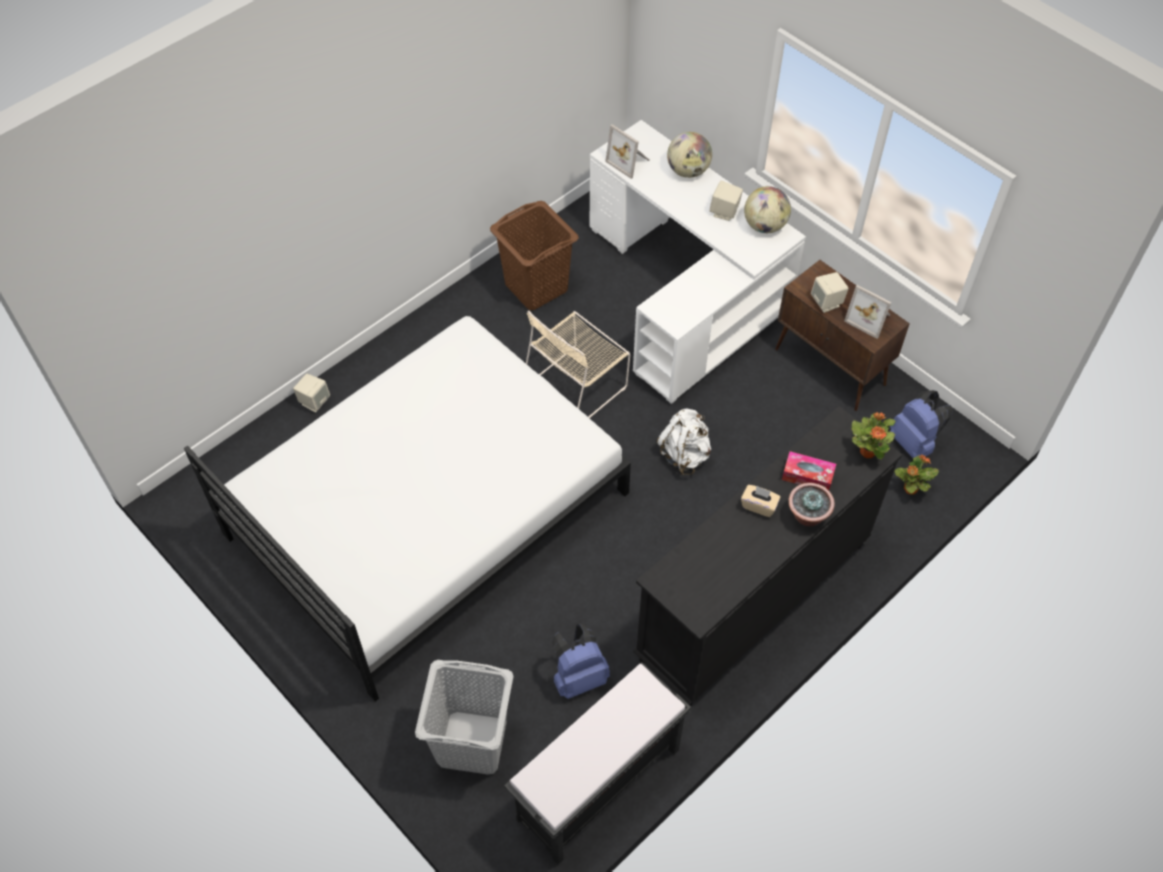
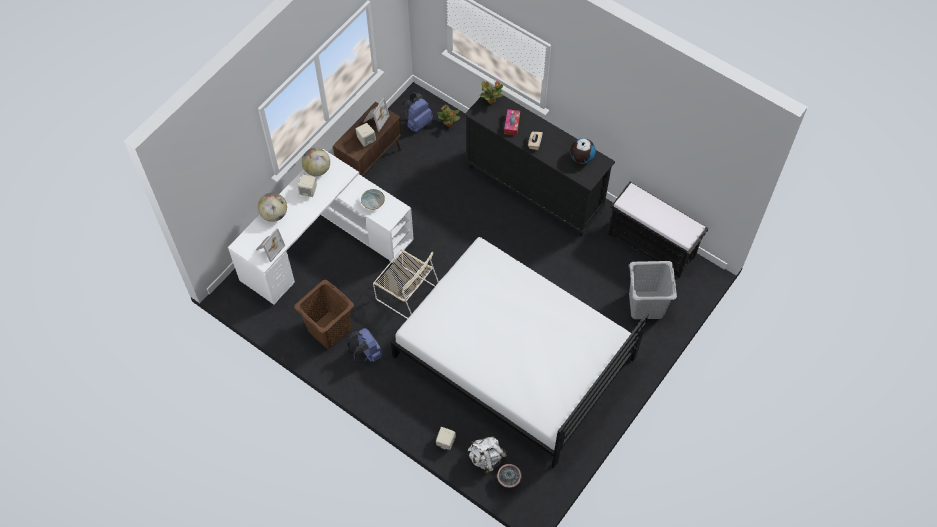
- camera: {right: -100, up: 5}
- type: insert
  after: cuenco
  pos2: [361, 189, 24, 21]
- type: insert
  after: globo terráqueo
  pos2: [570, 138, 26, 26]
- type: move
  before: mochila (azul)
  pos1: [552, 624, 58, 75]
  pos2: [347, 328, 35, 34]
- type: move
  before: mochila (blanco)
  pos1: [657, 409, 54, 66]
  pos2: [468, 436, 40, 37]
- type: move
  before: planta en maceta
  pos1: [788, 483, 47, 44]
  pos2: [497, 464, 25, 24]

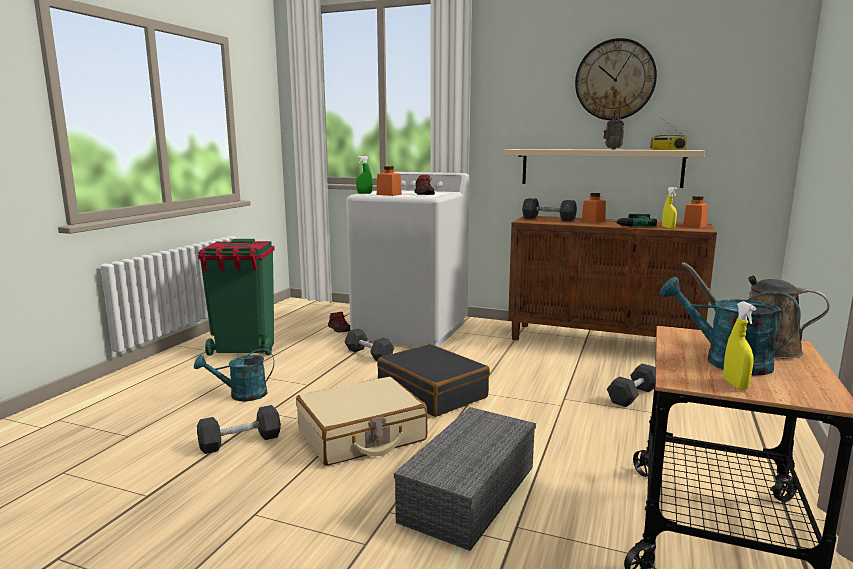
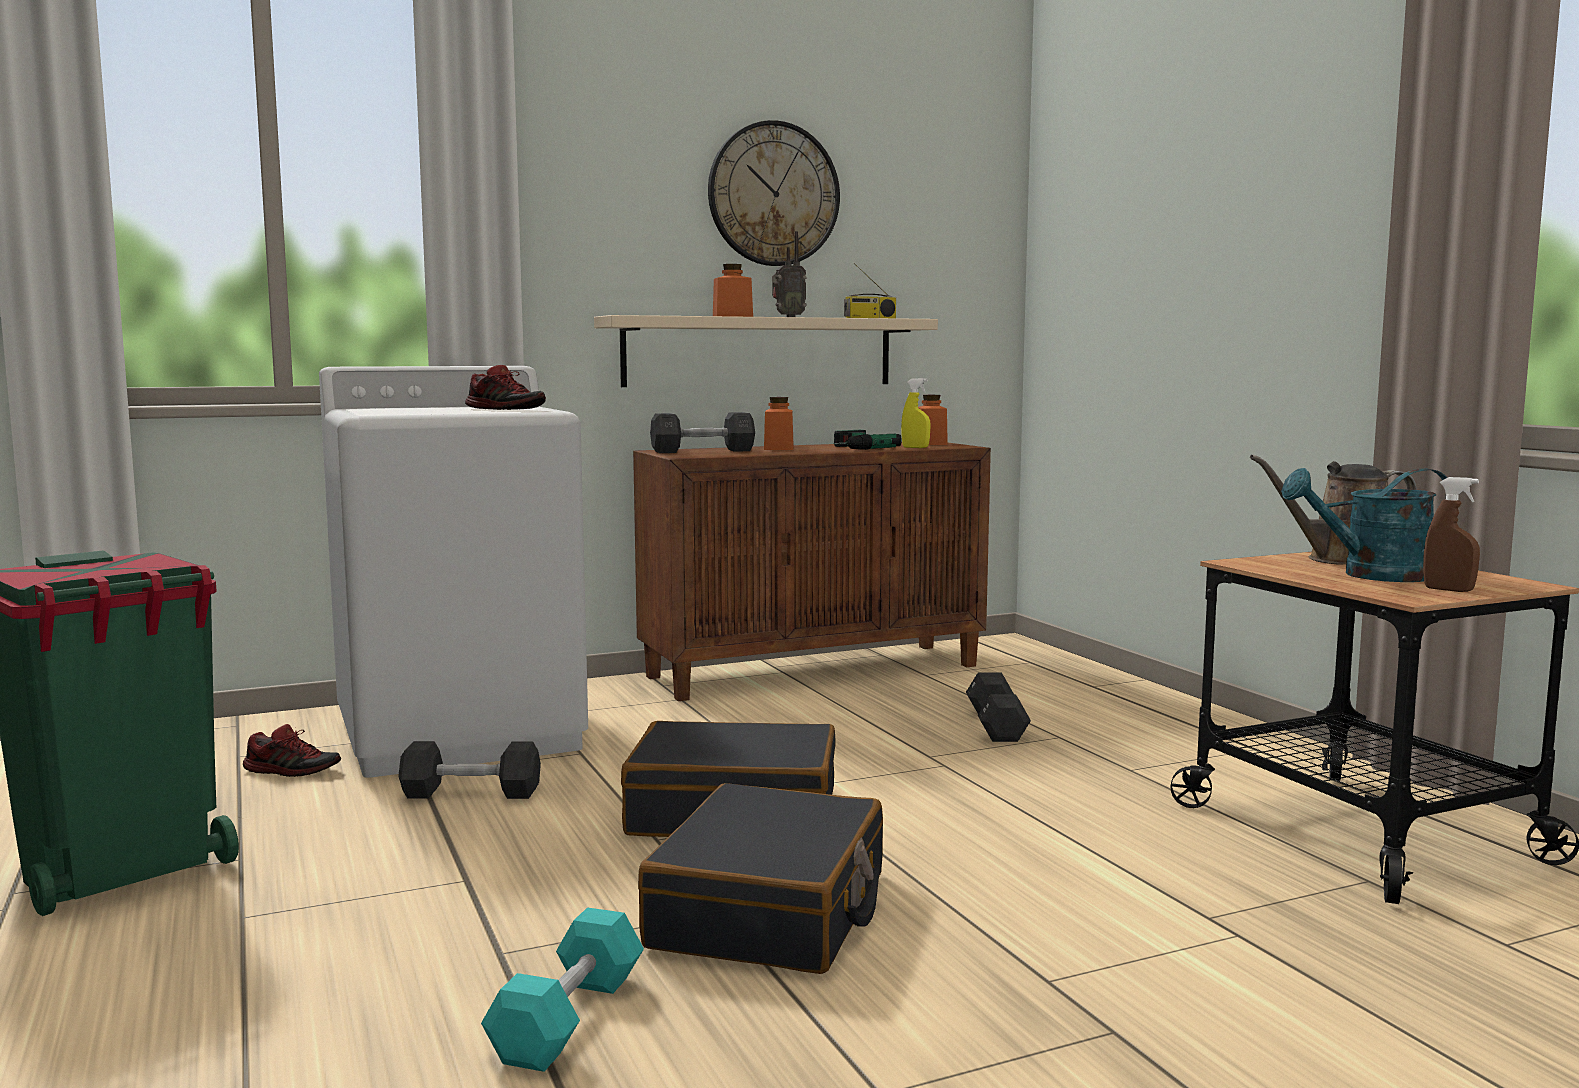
- camera: {right: -45, up: -5}
- type: delete
  before: regadera (turquesa)
  pos1: [194, 348, 80, 53]
- type: delete
  before: pulverizador (verde)
  pos1: [356, 156, 17, 38]
- type: delete
  before: caja de almacenaje (gris)
  pos1: [394, 407, 142, 144]
- type: move
  before: tarro (naranja)
  pos1: [377, 166, 25, 30]
  pos2: [713, 264, 40, 53]
- type: recolor
  before: mancuerna (negro)
  after: mancuerna (turquesa)
  pos1: [197, 405, 84, 49]
  pos2: [481, 907, 163, 165]
- type: recolor
  before: maleta (beis)
  after: maleta (negro)
  pos1: [296, 377, 132, 89]
  pos2: [638, 783, 245, 191]
- type: recolor
  before: pulverizador (amarillo)
  after: pulverizador (marrón)
  pos1: [723, 301, 33, 89]
  pos2: [1423, 477, 57, 115]

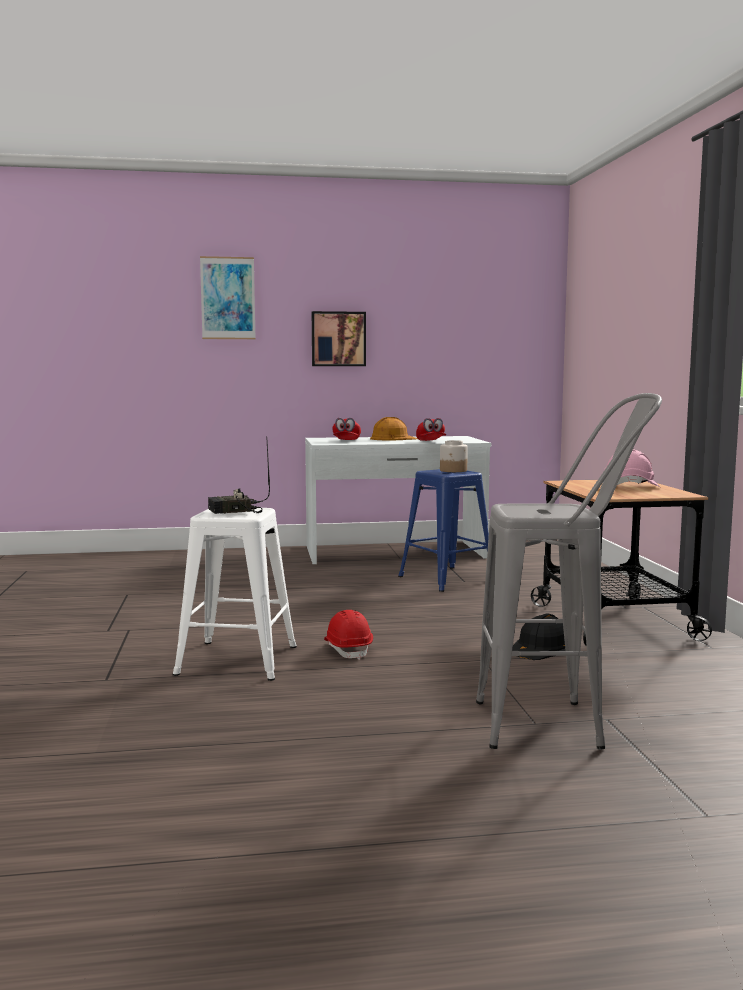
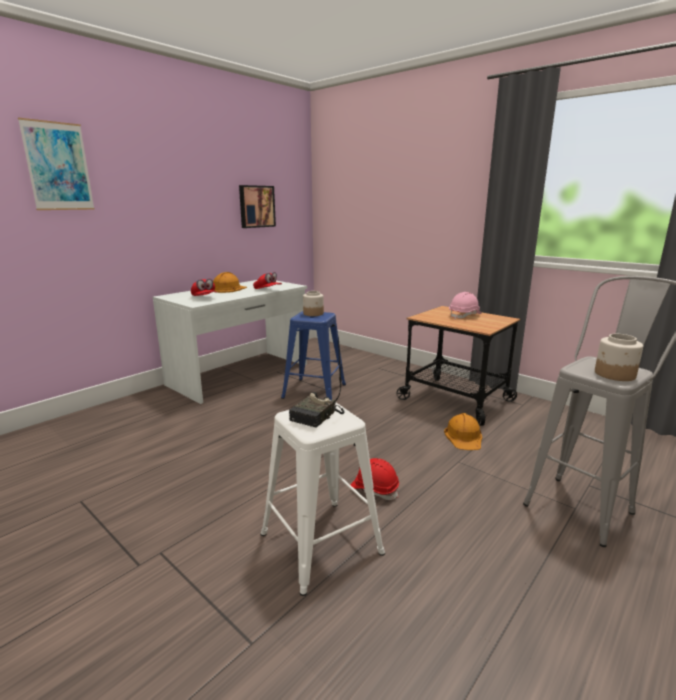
- camera: {right: -40, up: 10}
- type: insert
  after: tarro
  pos2: [595, 334, 48, 47]
- type: move
  before: cuadro
  pos1: [312, 311, 54, 55]
  pos2: [239, 185, 37, 43]
- type: recolor
  before: casco (negro)
  after: casco (naranja)
  pos1: [512, 613, 54, 47]
  pos2: [444, 413, 38, 37]

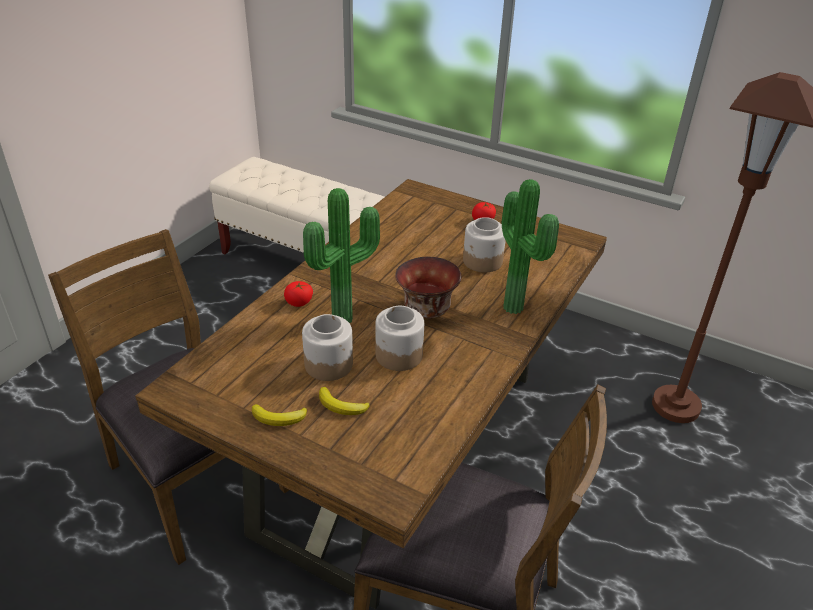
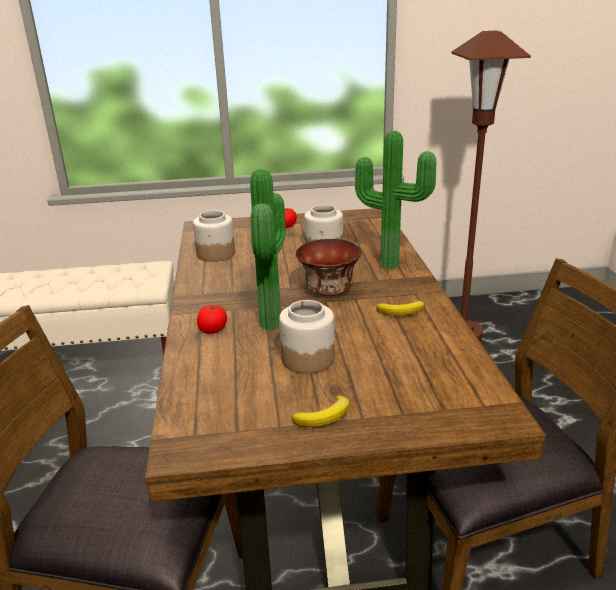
- camera: {right: -35, up: -10}
- type: move
  before: plátano
  pos1: [319, 387, 51, 28]
  pos2: [376, 301, 49, 14]
- type: move
  before: tarro
  pos1: [375, 306, 49, 65]
  pos2: [193, 210, 42, 52]

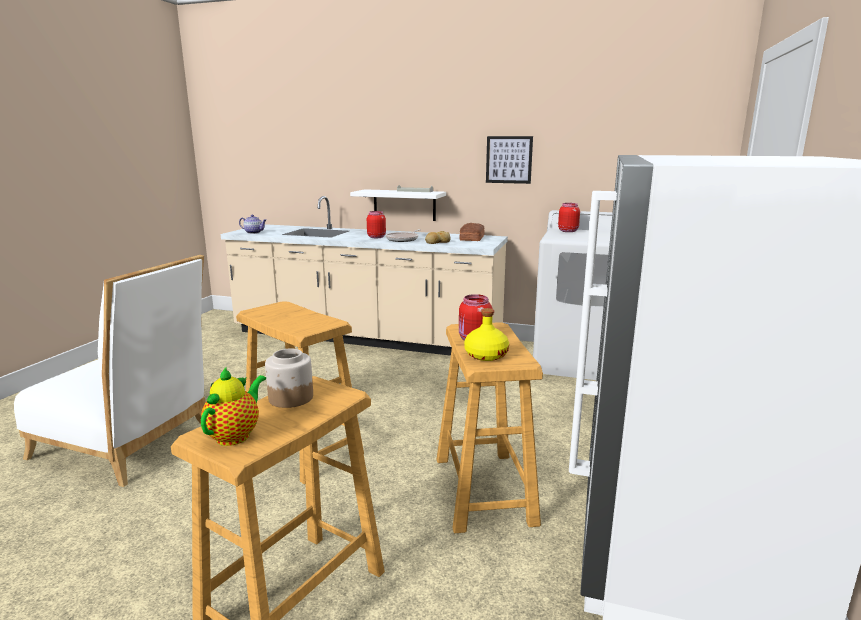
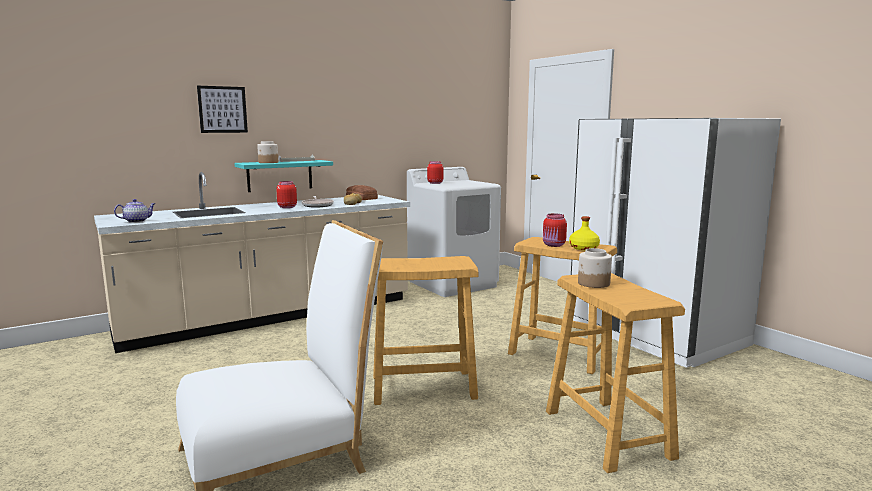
- camera: {right: -50, up: -5}
- type: delete
  before: tetera
  pos1: [201, 366, 65, 80]
- type: insert
  after: tarro
  pos2: [257, 141, 21, 22]
- type: move
  before: cuadro
  pos1: [486, 136, 47, 48]
  pos2: [197, 86, 51, 47]
- type: recolor
  before: estante (blanco)
  after: estante (turquesa)
  pos1: [350, 189, 96, 32]
  pos2: [235, 160, 98, 32]

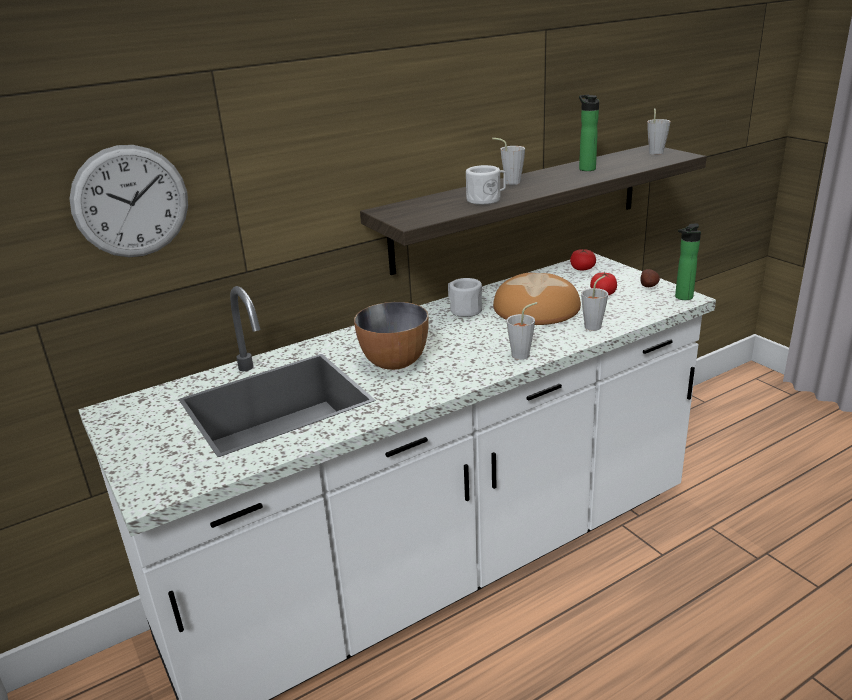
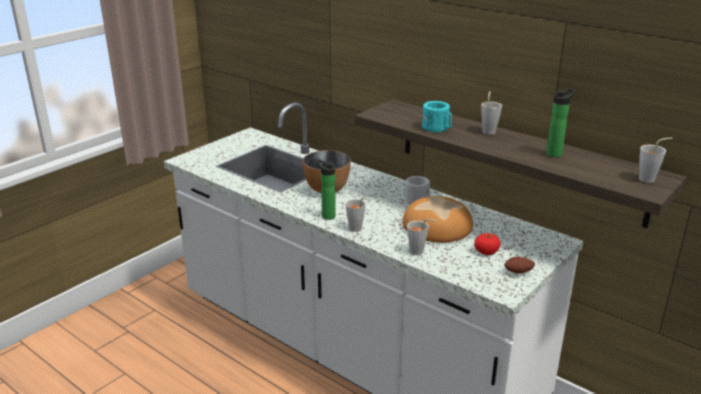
- camera: {right: 70, up: 0}
- type: delete
  before: reloj de pared
  pos1: [69, 145, 119, 112]
- type: delete
  before: tomate
  pos1: [570, 249, 26, 21]
- type: move
  before: botella
  pos1: [675, 223, 26, 77]
  pos2: [315, 160, 21, 60]
- type: recolor
  before: taza grande (blanco)
  after: taza grande (turquesa)
  pos1: [466, 165, 40, 40]
  pos2: [422, 101, 30, 31]

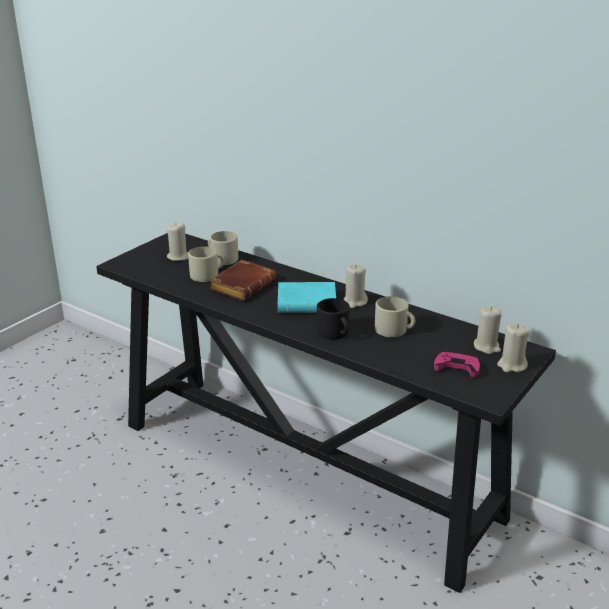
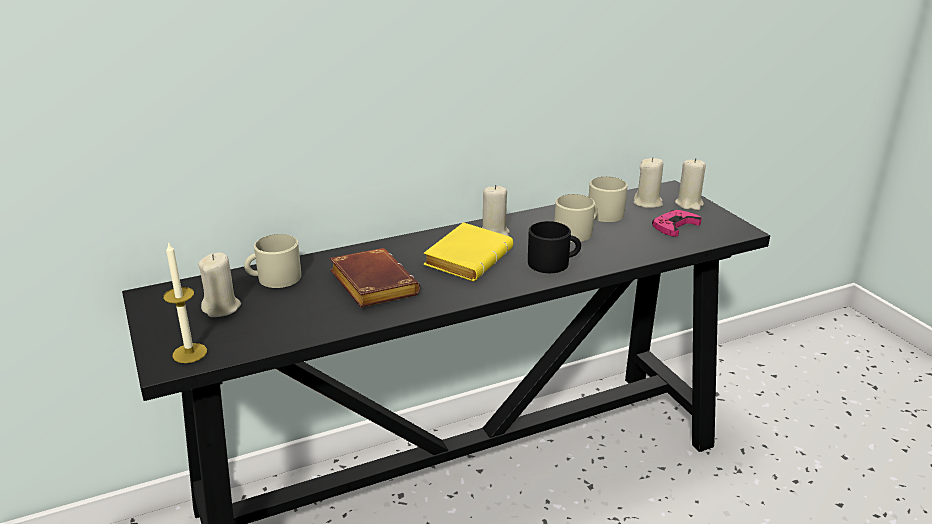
- camera: {right: -60, up: 0}
- type: insert
  after: vela
  pos2: [163, 241, 44, 122]
- type: move
  before: taza grande (beis)
  pos1: [188, 246, 37, 36]
  pos2: [589, 177, 38, 45]
- type: recolor
  before: libro (turquesa)
  after: libro (amarillo)
  pos1: [278, 282, 58, 31]
  pos2: [423, 222, 90, 59]

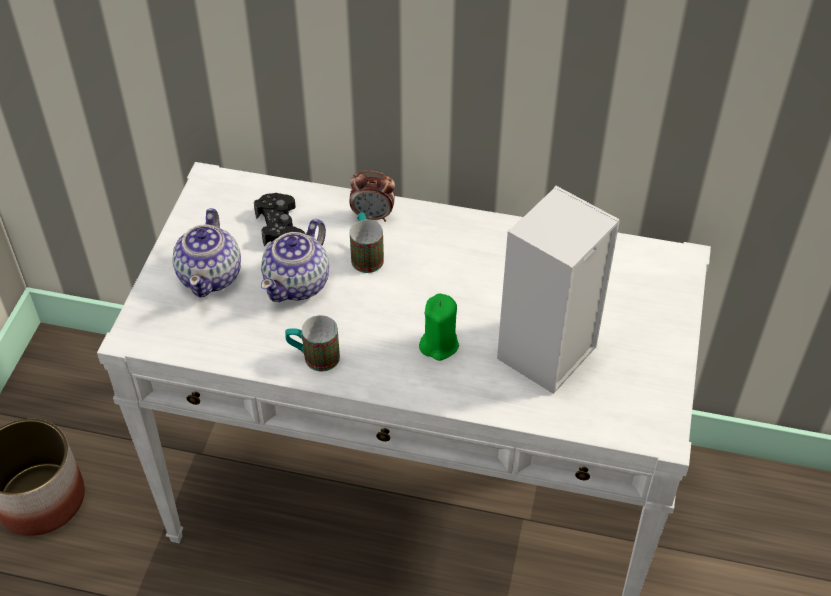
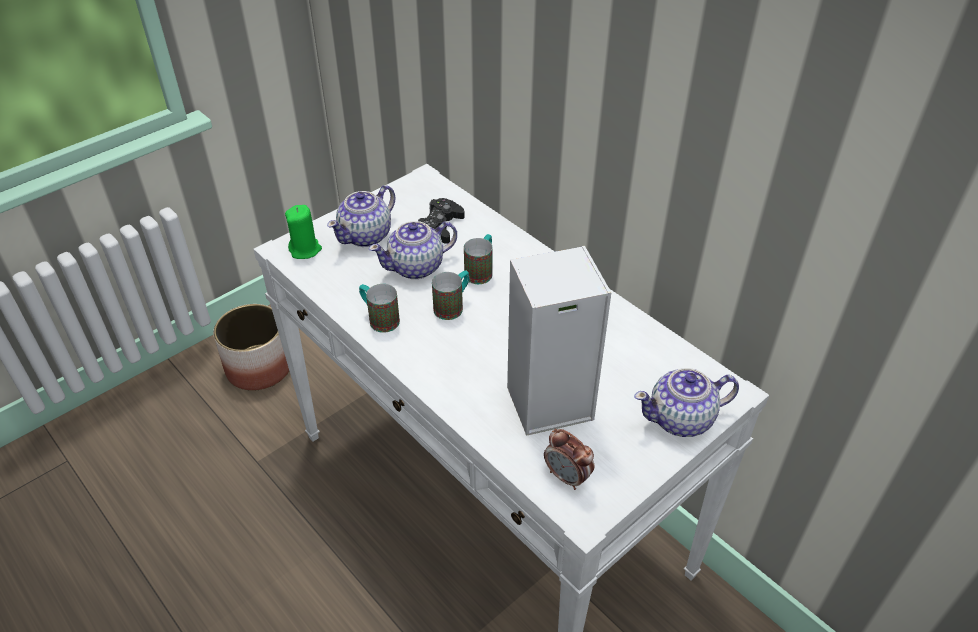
- camera: {right: 35, up: -5}
- type: insert
  after: taza grande
  pos2: [432, 271, 37, 49]
- type: insert
  after: tetera
  pos2: [634, 368, 105, 69]
- type: move
  before: despertador
  pos1: [350, 171, 45, 51]
  pos2: [544, 429, 50, 61]
- type: move
  before: vela (verde)
  pos1: [419, 293, 40, 68]
  pos2: [285, 205, 37, 54]

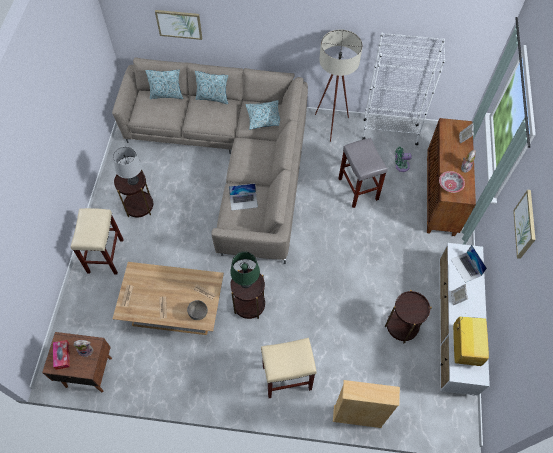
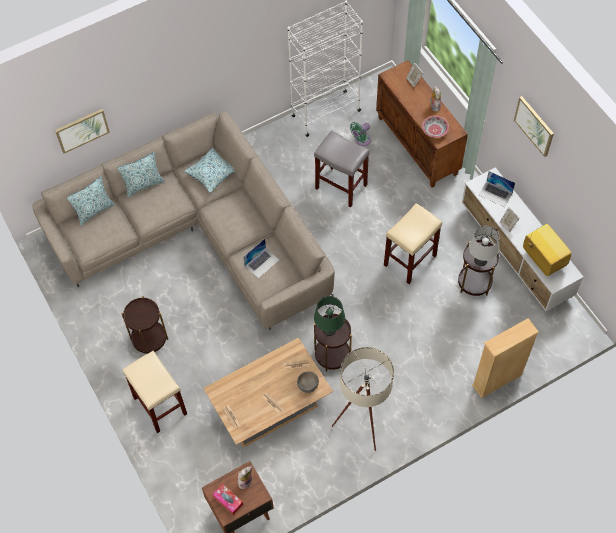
- camera: {right: -35, up: 0}
- type: move
  before: lámpara de mesa (gris)
  pos1: [113, 147, 29, 38]
  pos2: [469, 226, 30, 40]
- type: move
  before: taburete (beis)
  pos1: [261, 338, 56, 60]
  pos2: [384, 203, 58, 81]
- type: move
  before: lámpara de pie (beis)
  pos1: [315, 29, 48, 113]
  pos2: [331, 347, 63, 104]

